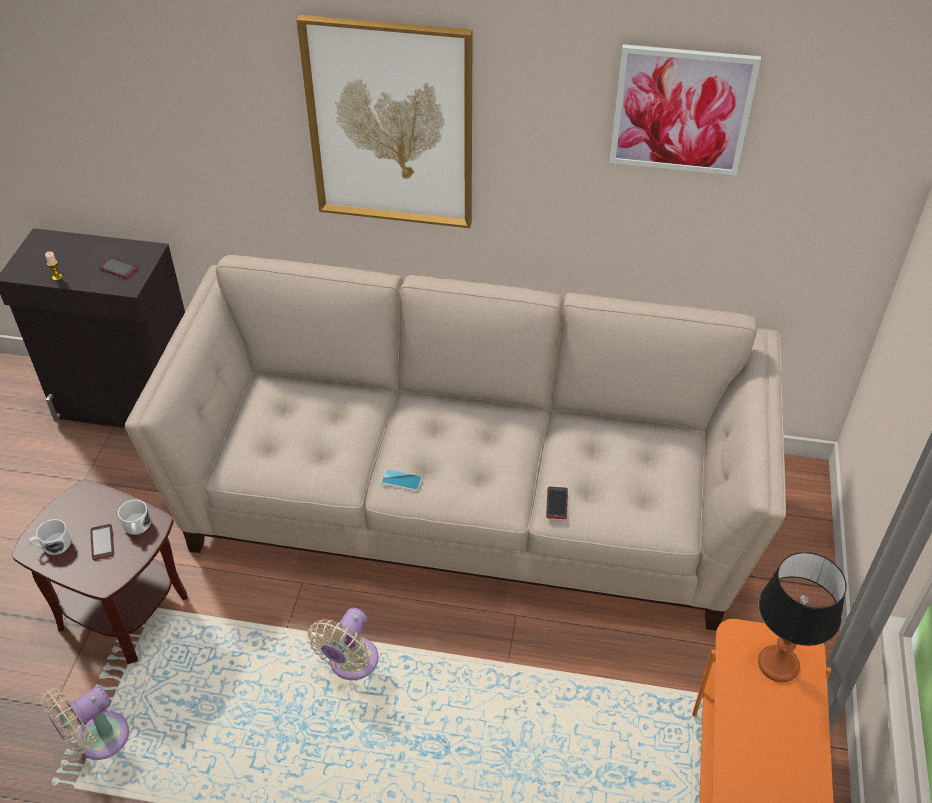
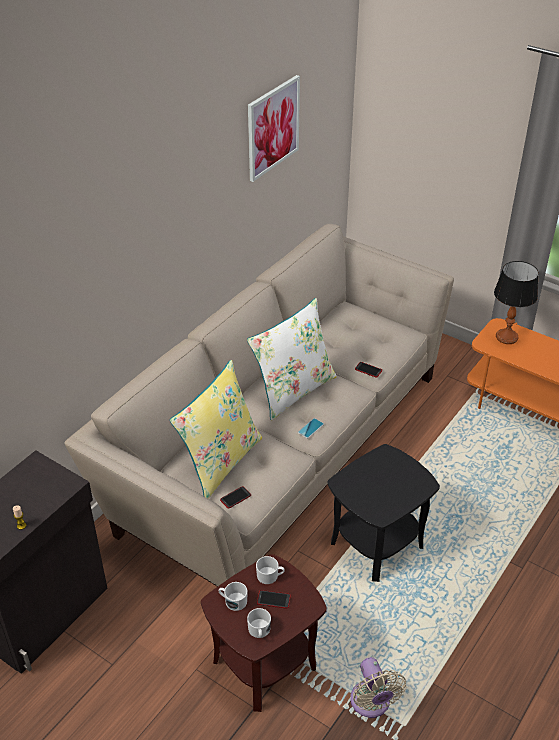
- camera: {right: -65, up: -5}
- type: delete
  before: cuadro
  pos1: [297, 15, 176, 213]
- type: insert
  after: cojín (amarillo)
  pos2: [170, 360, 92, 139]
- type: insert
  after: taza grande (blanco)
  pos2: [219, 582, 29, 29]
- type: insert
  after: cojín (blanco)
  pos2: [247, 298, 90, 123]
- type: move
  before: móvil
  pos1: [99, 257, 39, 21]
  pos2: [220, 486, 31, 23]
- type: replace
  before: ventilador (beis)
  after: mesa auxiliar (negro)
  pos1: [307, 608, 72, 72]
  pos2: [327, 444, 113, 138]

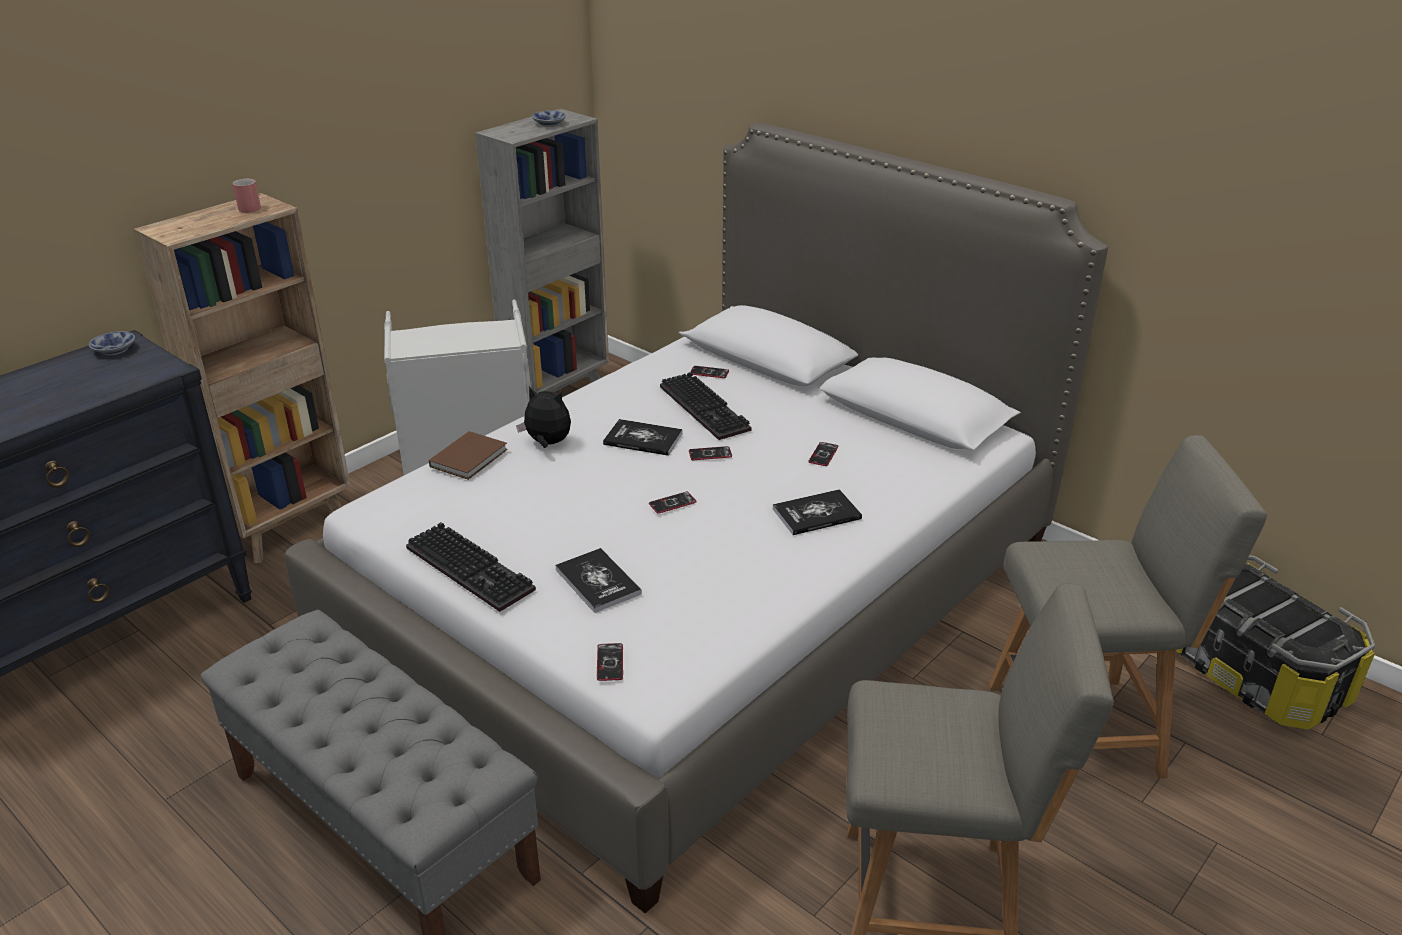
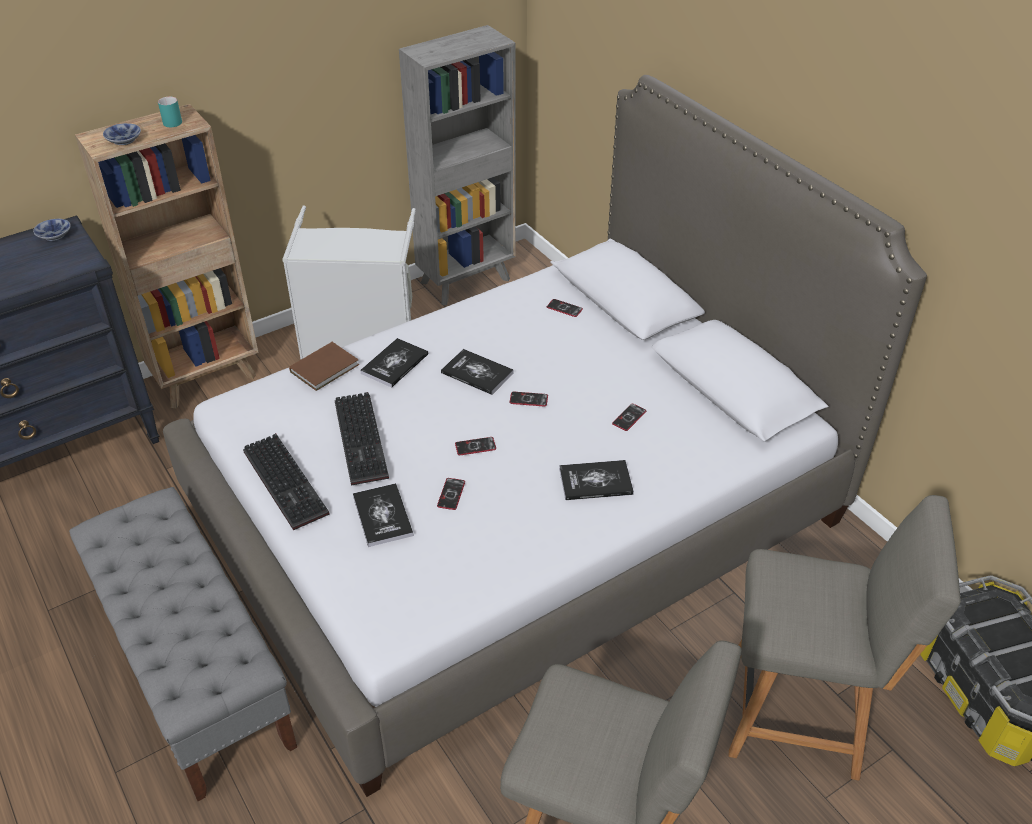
- camera: {right: 15, up: 10}
- type: move
  before: cuenco
  pos1: [532, 111, 34, 16]
  pos2: [103, 123, 38, 22]
- type: move
  before: móvil
  pos1: [597, 643, 26, 38]
  pos2: [437, 478, 28, 32]
- type: move
  before: teclado
  pos1: [660, 372, 92, 68]
  pos2: [335, 392, 54, 93]
- type: replace
  before: peluche
  after: libro
  pos1: [516, 386, 55, 62]
  pos2: [360, 338, 68, 50]
- type: recolor
  before: taza grande (rojo)
  after: taza grande (turquesa)
  pos1: [233, 179, 28, 34]
  pos2: [158, 96, 24, 31]

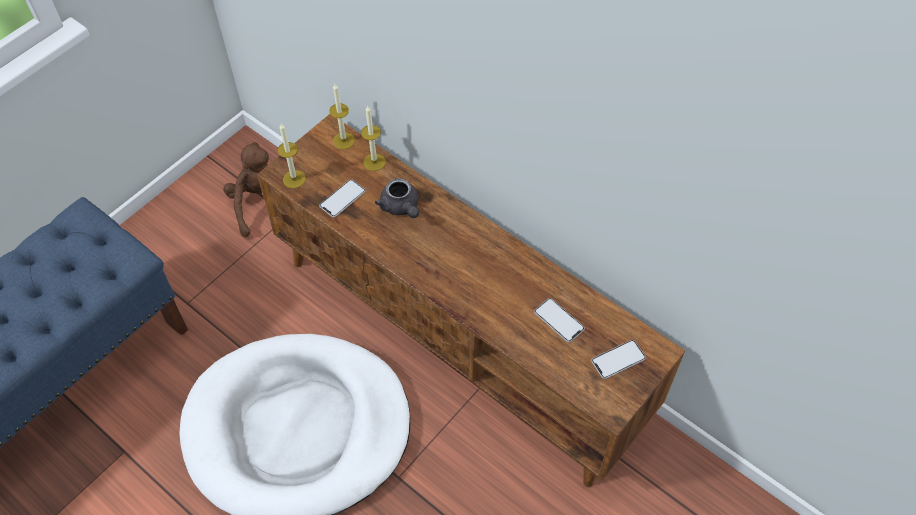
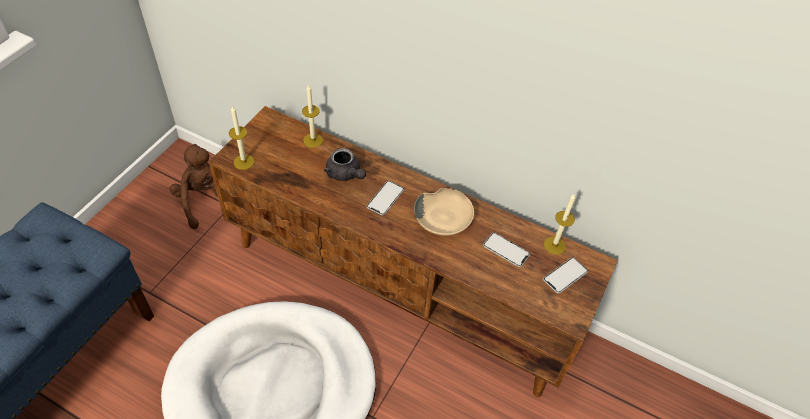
- camera: {right: -15, up: -5}
- type: insert
  after: cuenco (beis)
  pos2: [414, 187, 60, 49]
- type: move
  before: móvil
  pos1: [319, 179, 47, 38]
  pos2: [367, 181, 37, 35]
- type: move
  before: vela
  pos1: [330, 84, 25, 65]
  pos2: [544, 193, 32, 62]

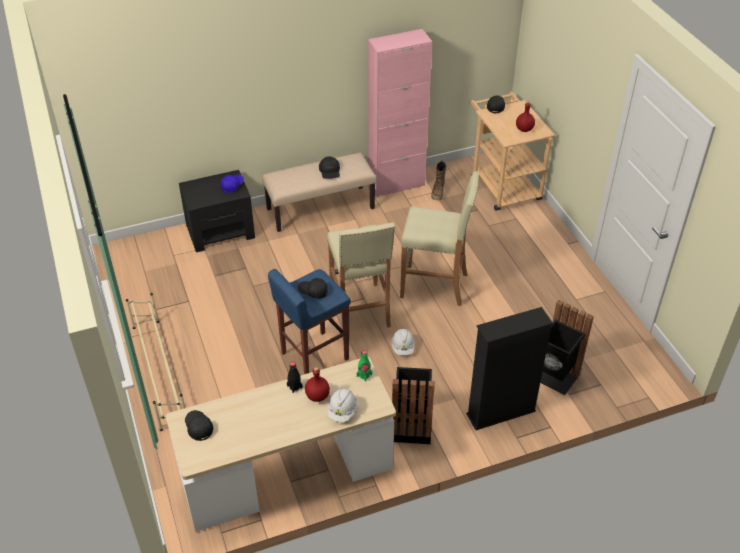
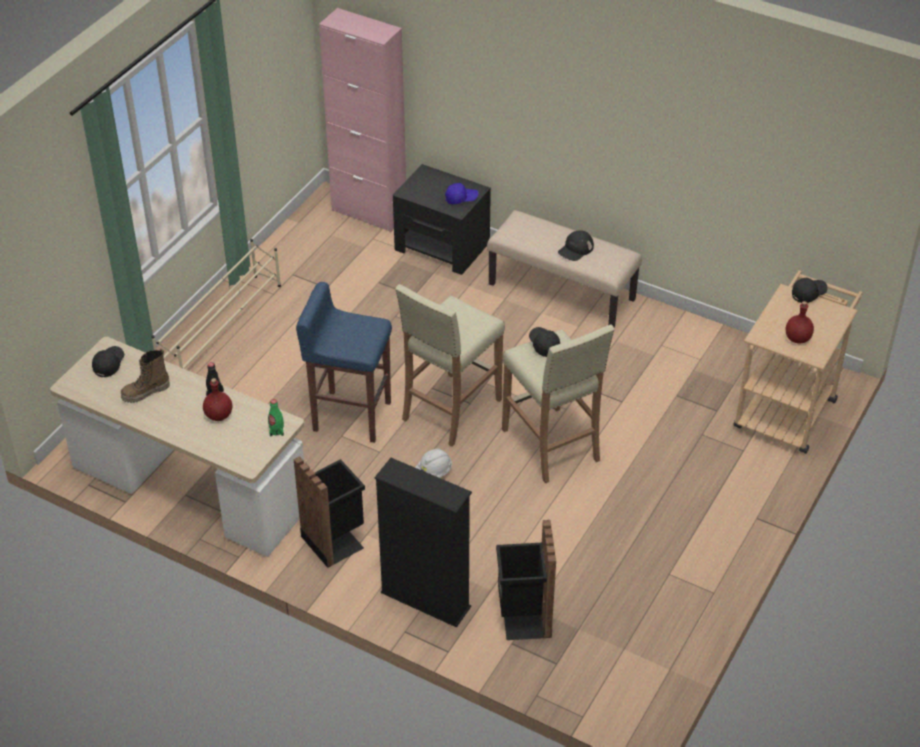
- camera: {right: 50, up: 0}
- type: delete
  before: casco (blanco)
  pos1: [327, 388, 30, 34]
- type: move
  before: gorra (negro)
  pos1: [298, 278, 30, 21]
  pos2: [529, 327, 31, 30]
- type: move
  before: armario (rosa)
  pos1: [368, 29, 65, 168]
  pos2: [319, 8, 87, 224]
- type: move
  before: bota
  pos1: [432, 160, 15, 40]
  pos2: [121, 348, 49, 55]

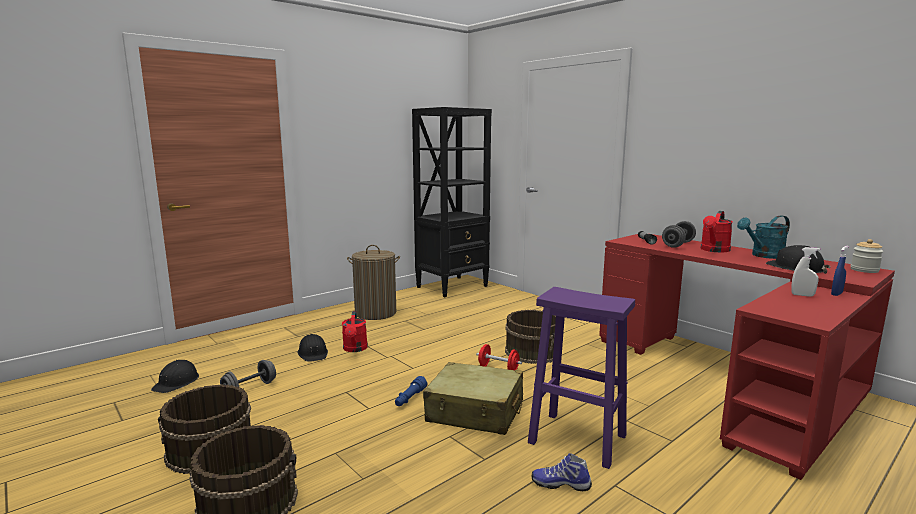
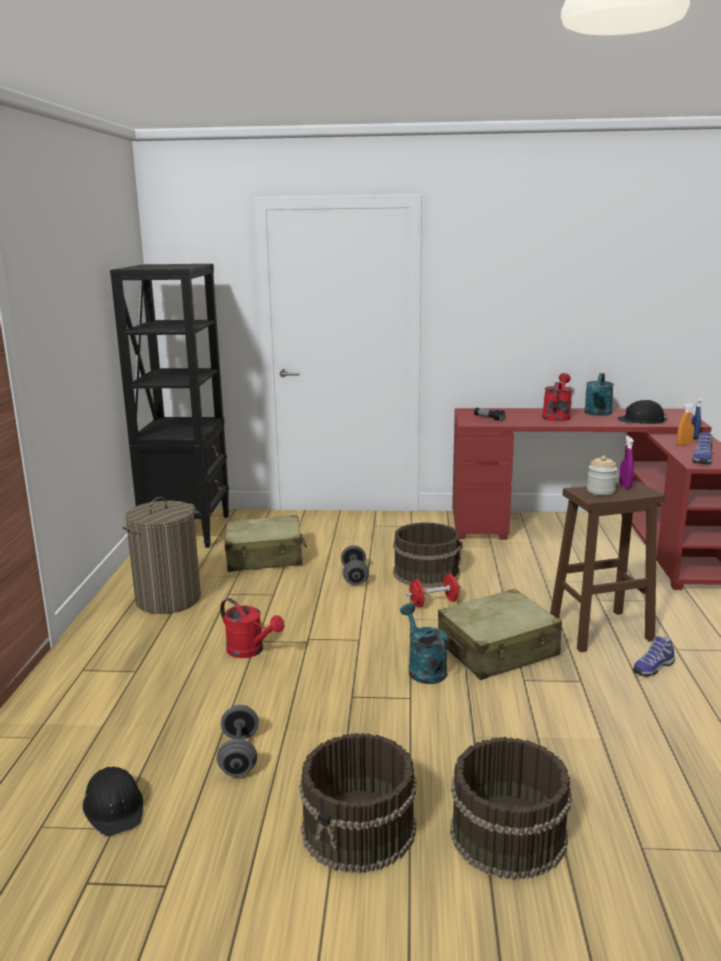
- camera: {right: -45, up: 5}
- type: delete
  before: casco (negro)
  pos1: [298, 334, 30, 28]
- type: insert
  after: maleta (beis)
  pos2: [225, 515, 82, 57]
- type: insert
  after: pulverizador (morado)
  pos2: [619, 435, 15, 54]
- type: insert
  after: zapato
  pos2: [692, 432, 20, 33]
- type: move
  before: mancuerna (gris)
  pos1: [662, 221, 34, 27]
  pos2: [341, 545, 28, 40]
- type: move
  before: tarro
  pos1: [851, 239, 32, 34]
  pos2: [587, 456, 30, 39]
- type: replace
  before: linterna (azul)
  after: regadera (turquesa)
  pos1: [395, 376, 32, 30]
  pos2: [400, 603, 48, 81]
- type: recolor
  before: taburete (morado)
  after: taburete (marrón)
  pos1: [528, 287, 107, 182]
  pos2: [550, 481, 115, 171]
- type: recolor
  before: pulverizador (blanco)
  after: pulverizador (naranja)
  pos1: [791, 247, 29, 50]
  pos2: [677, 403, 18, 43]
- type: rotate
  before: regadera (rojo)
  pos1: [701, 211, 32, 41]
  pos2: [542, 373, 30, 48]
  turn: -150

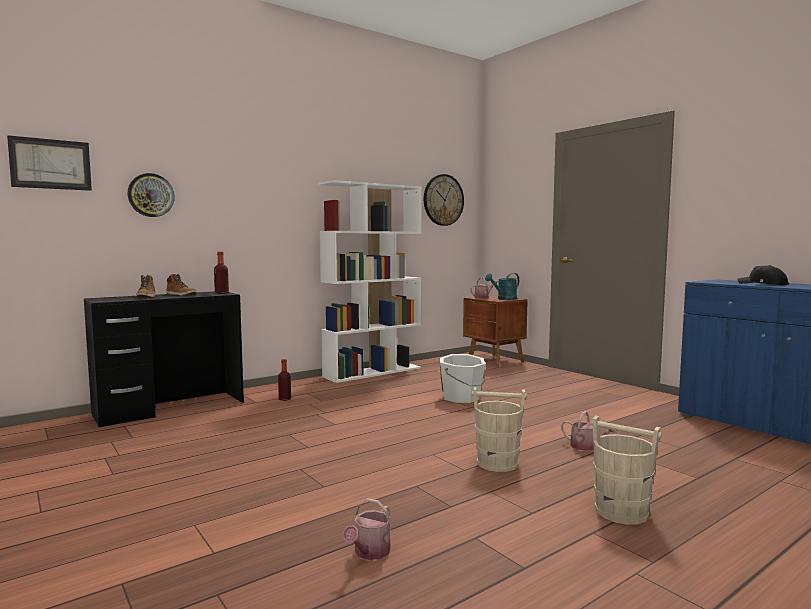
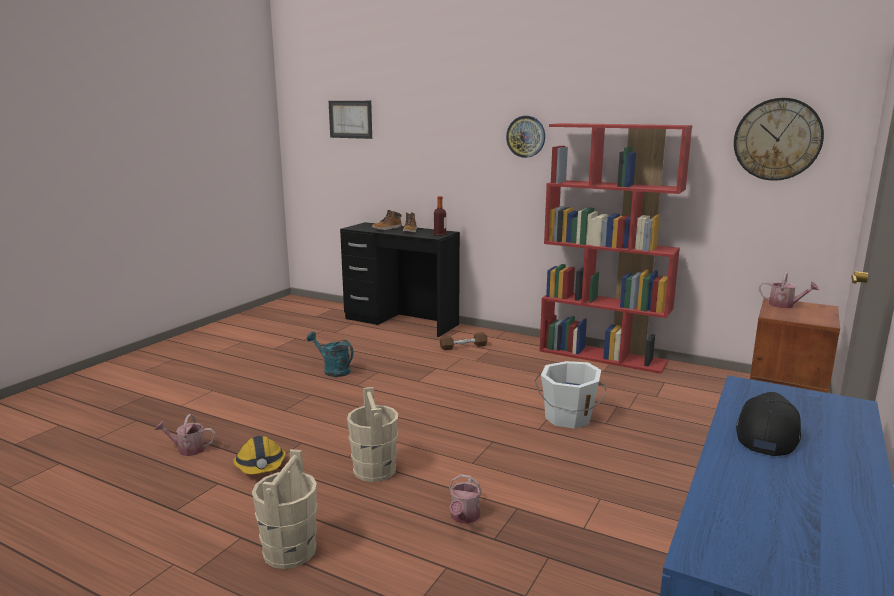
- camera: {right: 65, up: 10}
- type: insert
  after: casco
  pos2: [233, 436, 53, 38]
- type: move
  before: reloj de pared
  pos1: [128, 173, 47, 44]
  pos2: [506, 116, 39, 42]
- type: move
  before: regadera (turquesa)
  pos1: [485, 273, 34, 27]
  pos2: [307, 332, 46, 45]
- type: replace
  before: botella
  after: mancuerna (marrón)
  pos1: [278, 359, 13, 42]
  pos2: [440, 332, 48, 18]
- type: recolor
  before: estantería (blanco)
  after: estantería (rojo)
  pos1: [319, 180, 102, 203]
  pos2: [539, 123, 153, 251]

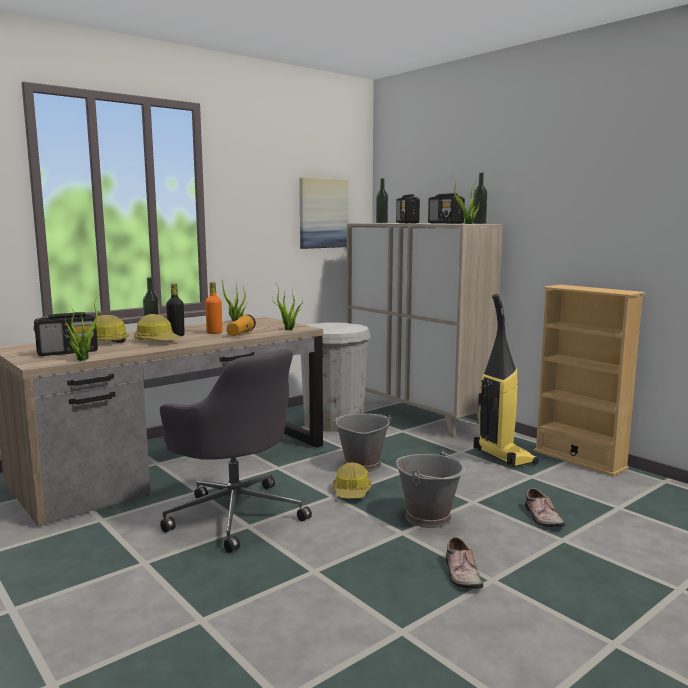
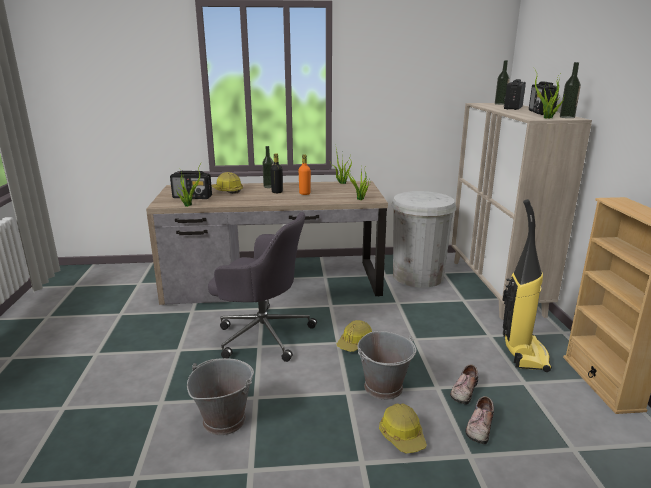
- camera: {right: 35, up: 10}
- type: delete
  before: linterna
  pos1: [227, 314, 29, 22]
- type: delete
  before: cuadro
  pos1: [299, 178, 49, 71]
- type: move
  before: casco
  pos1: [134, 314, 47, 27]
  pos2: [379, 404, 48, 49]
- type: move
  before: cubo (gris)
  pos1: [333, 413, 59, 59]
  pos2: [187, 358, 67, 77]
- type: move
  before: zapato
  pos1: [446, 537, 37, 52]
  pos2: [450, 364, 28, 40]
- type: rotate
  before: silla de oficina (gris)
  pos1: [160, 349, 152, 204]
  pos2: [208, 212, 109, 150]
  turn: -60

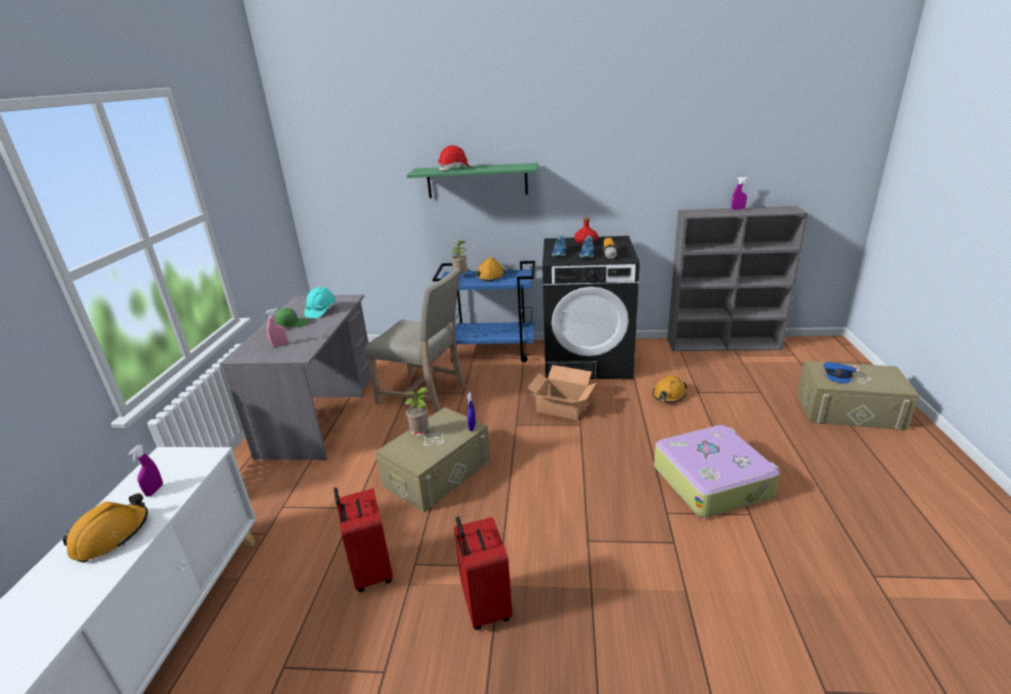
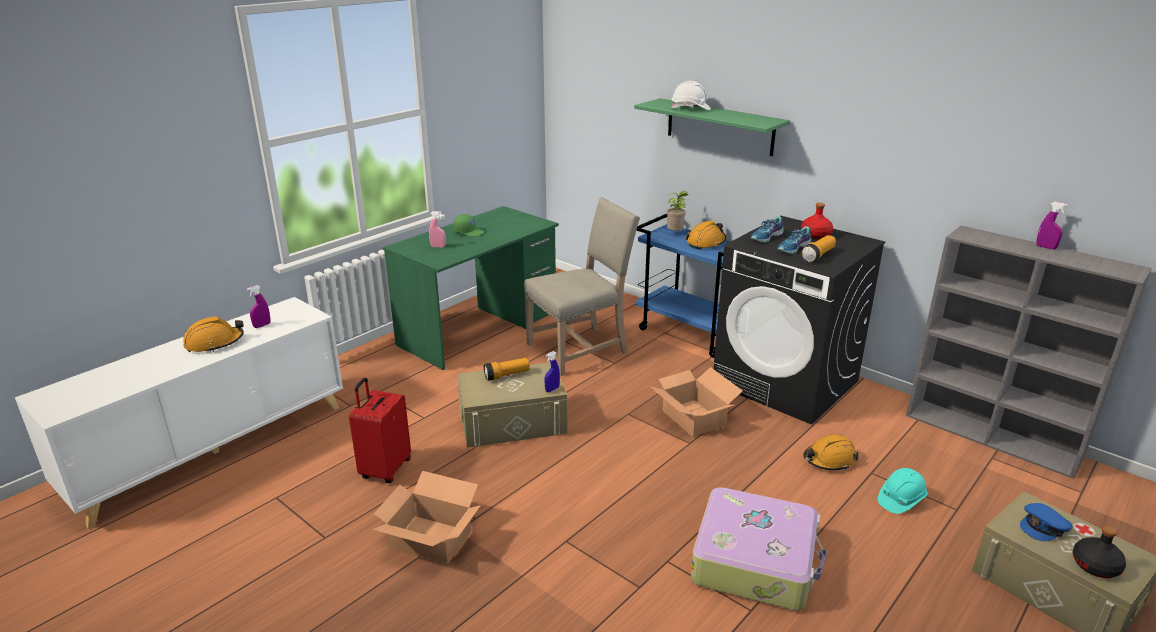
- camera: {right: 35, up: 0}
- type: insert
  after: botella (negro)
  pos2: [1073, 526, 53, 52]
- type: move
  before: casco (turquesa)
  pos1: [304, 287, 32, 31]
  pos2: [878, 468, 49, 46]
- type: replace
  before: planta en maceta
  after: linterna
  pos1: [405, 387, 24, 46]
  pos2: [484, 358, 46, 23]
- type: replace
  before: maleta (rojo)
  after: caja de cartón
  pos1: [454, 517, 58, 113]
  pos2: [372, 471, 109, 94]
- type: recolor
  before: escritorio (gris)
  after: escritorio (verde)
  pos1: [220, 295, 151, 165]
  pos2: [383, 206, 176, 164]
- type: recolor
  before: casco (rojo)
  after: casco (blanco)
  pos1: [438, 145, 33, 26]
  pos2: [671, 81, 40, 29]
- type: rotate
  before: silla (beis)
  pos1: [365, 268, 101, 144]
  pos2: [524, 198, 116, 178]
  turn: -90

